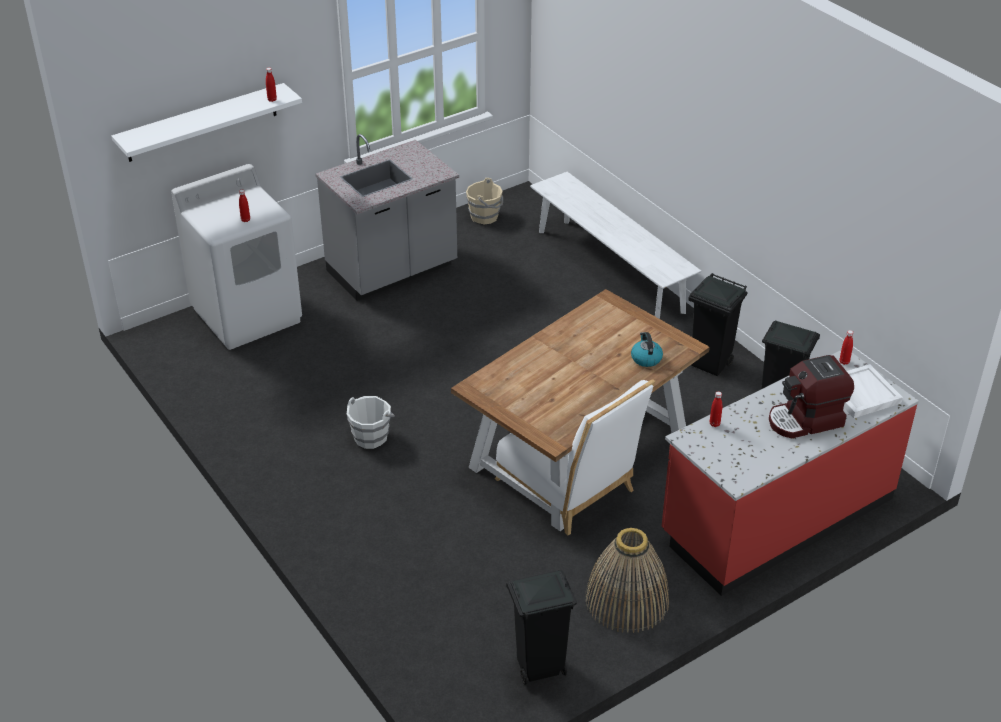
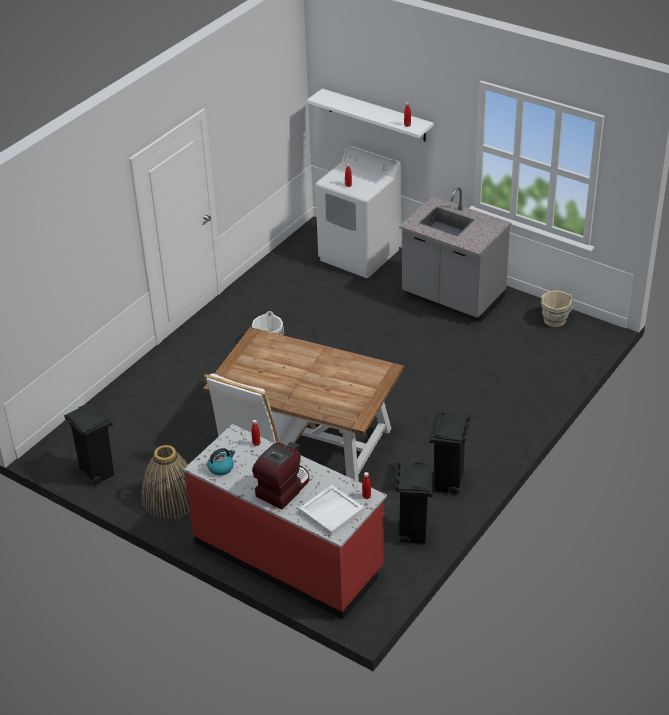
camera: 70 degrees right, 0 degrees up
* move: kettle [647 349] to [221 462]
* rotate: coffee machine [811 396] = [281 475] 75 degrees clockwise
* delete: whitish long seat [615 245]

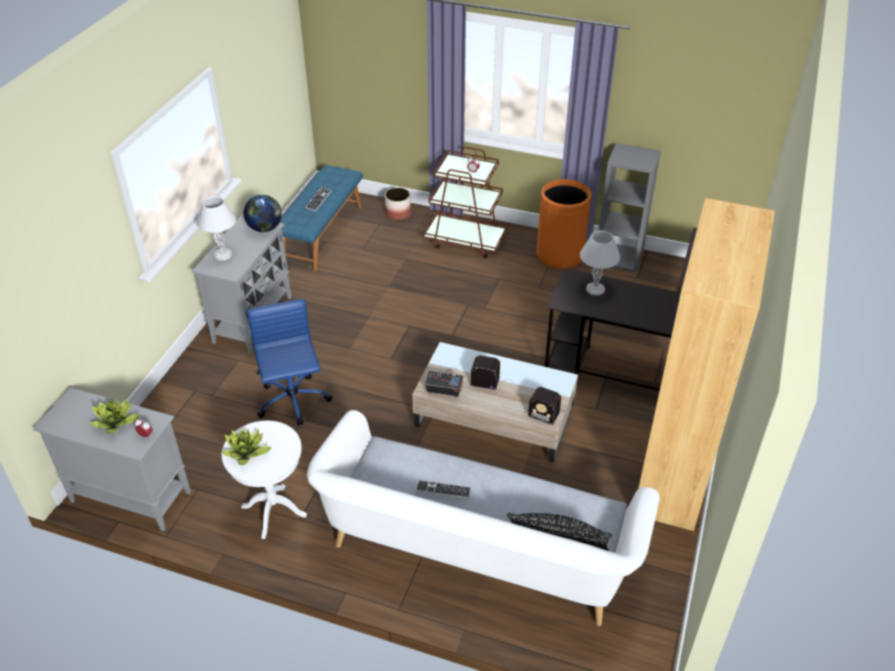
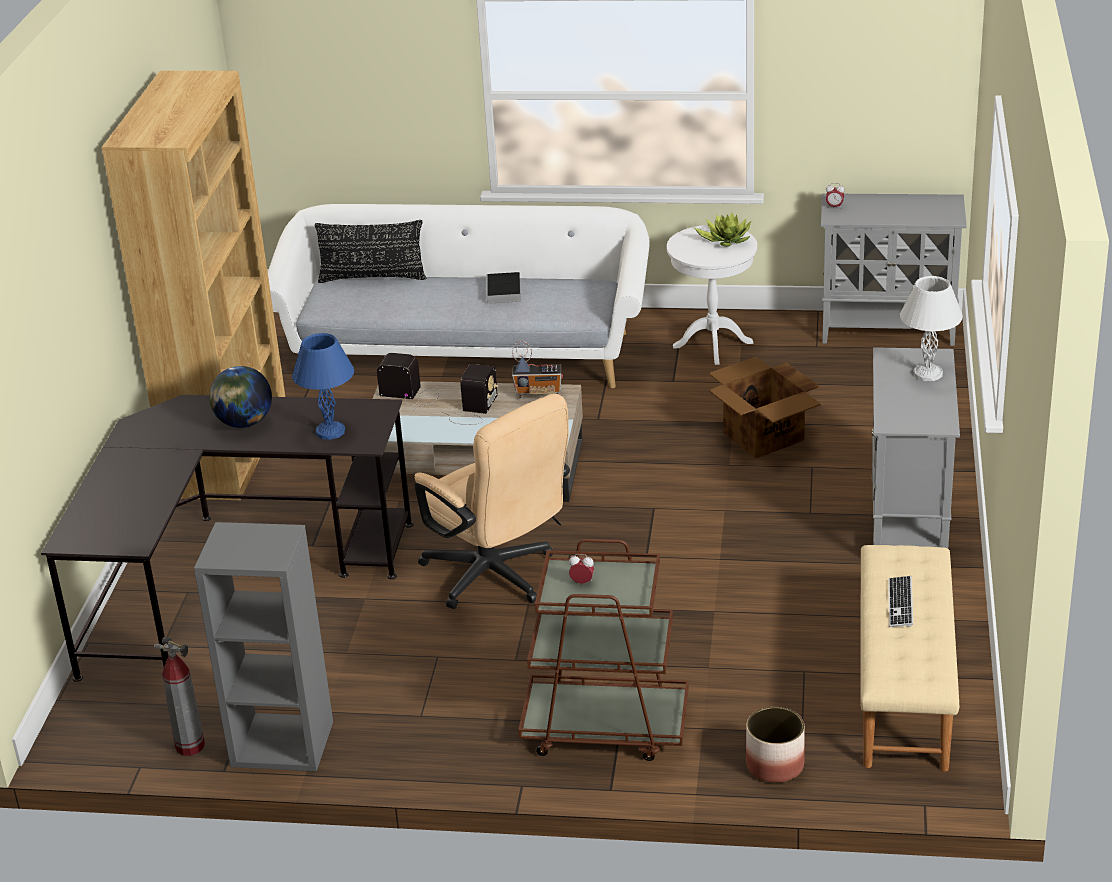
camera: 170 degrees right, 10 degrees down
* insert: fire extinguisher [179 696]
* move: globe [263 213] to [240 397]
* recolor: whitish tabletop lamp [600 263] to blue-coloured tabletop lamp [323 386]
* insert: beige office chair [492 501]
* rotate: radio receiver [492 377] = [470 394] 75 degrees counterclockwise
* replace: computer keyboard [443 489] to bound book [503 290]
* replace: blue-coloured office chair [289 362] to cardboard box [765 408]
* recolor: blue-coloured long seat [321 218] to beige long seat [909 658]
* delete: houseplant [114 416]
* delete: orangey waste bin [563 224]

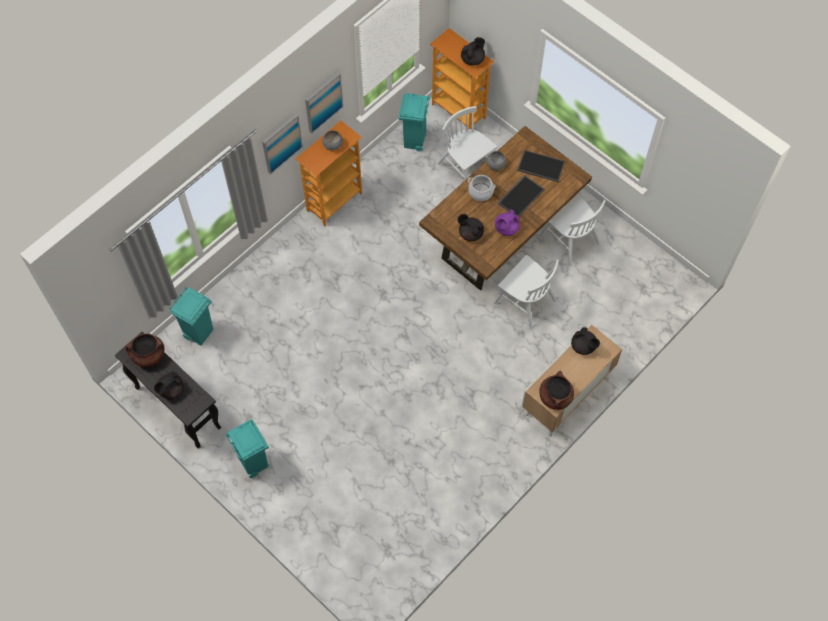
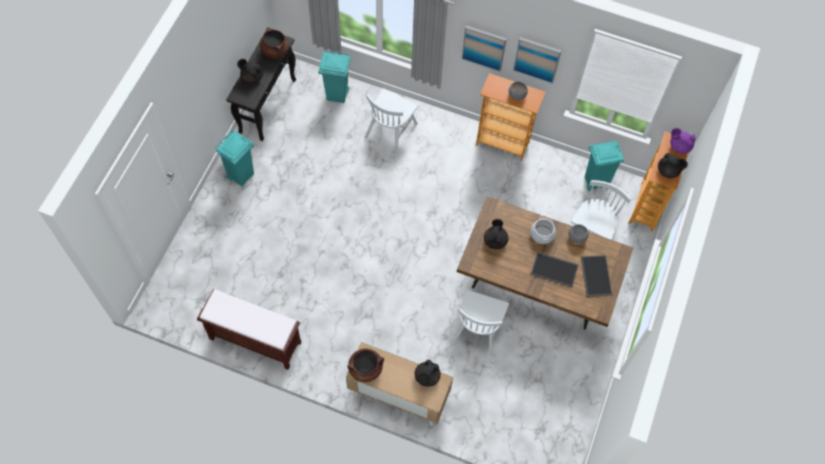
camera: 65 degrees right, 0 degrees up
* insert: brown-coloured long seat [249 329]
* move: whitish plain chair [572 230] to [391 121]
* move: purple-coloured pot for tea [507 223] to [683 141]

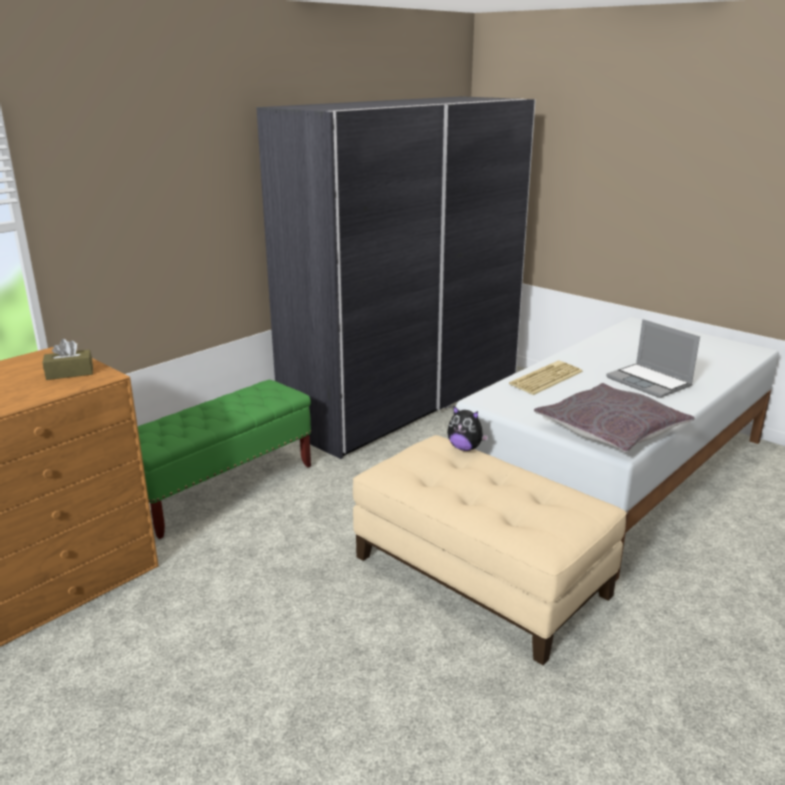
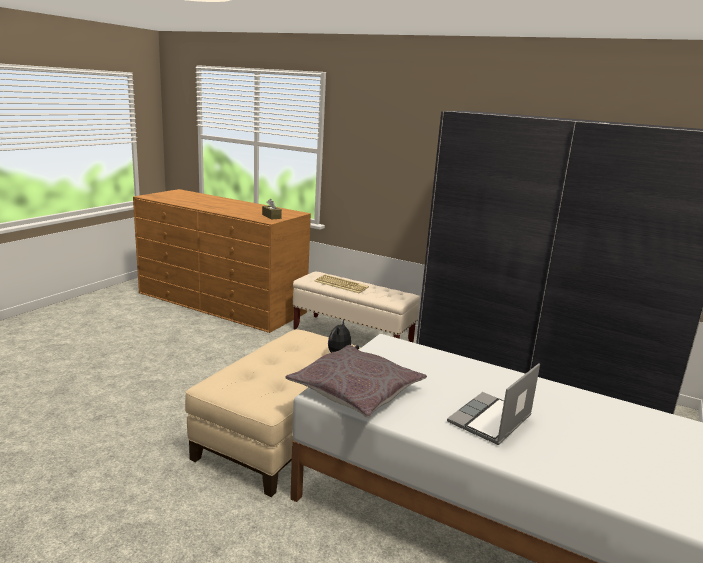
camera: 75 degrees right, 5 degrees down
* recolor: green-coloured long seat [224 459] to beige long seat [356 307]
* move: computer keyboard [546 377] to [342 284]

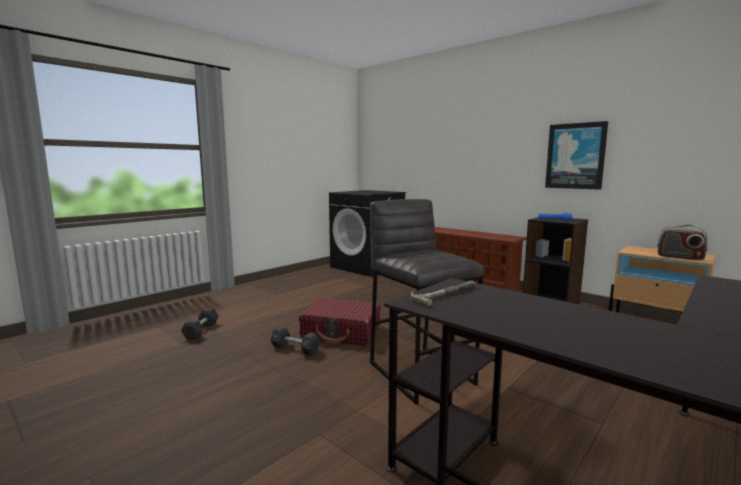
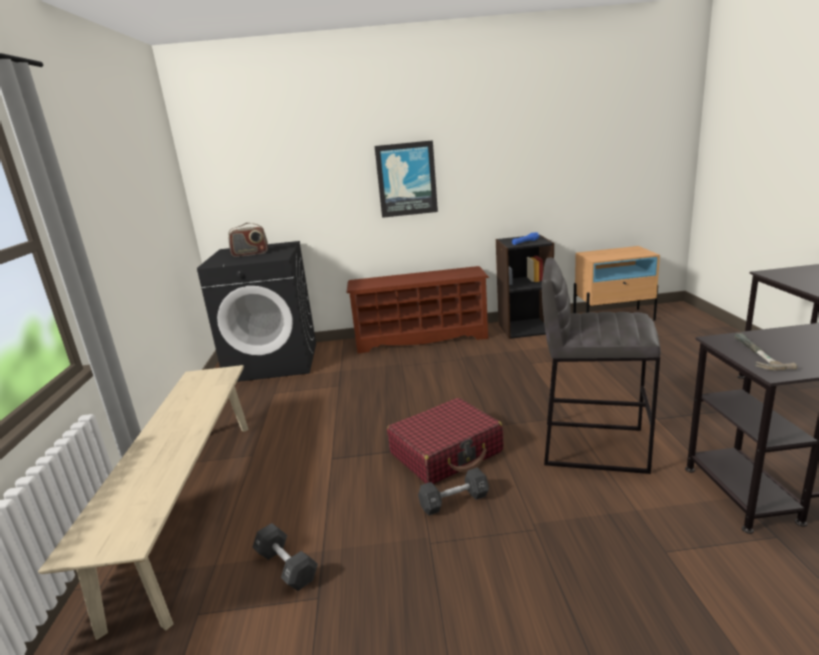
camera: 45 degrees left, 10 degrees up
* insert: beige long seat [143 502]
* move: radio receiver [682 243] to [248 240]
* move: wall art [576 155] to [406 179]

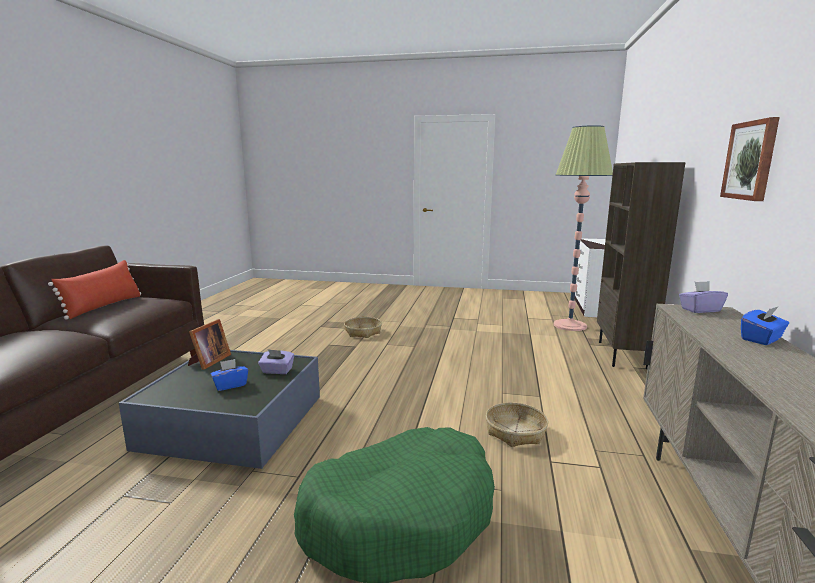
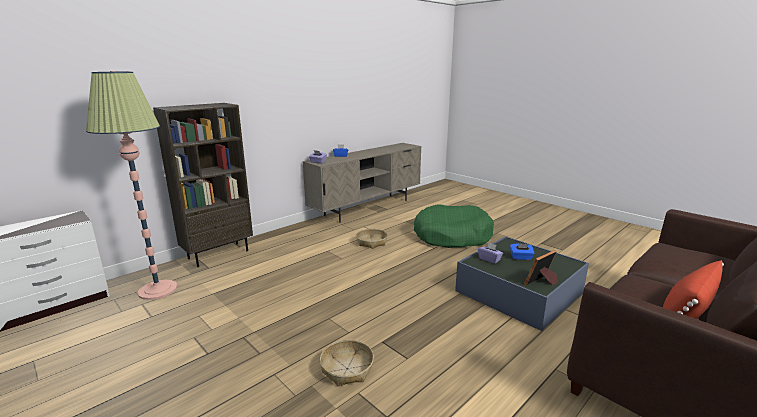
camera: 145 degrees left, 5 degrees up
* delete: wall art [750 159]

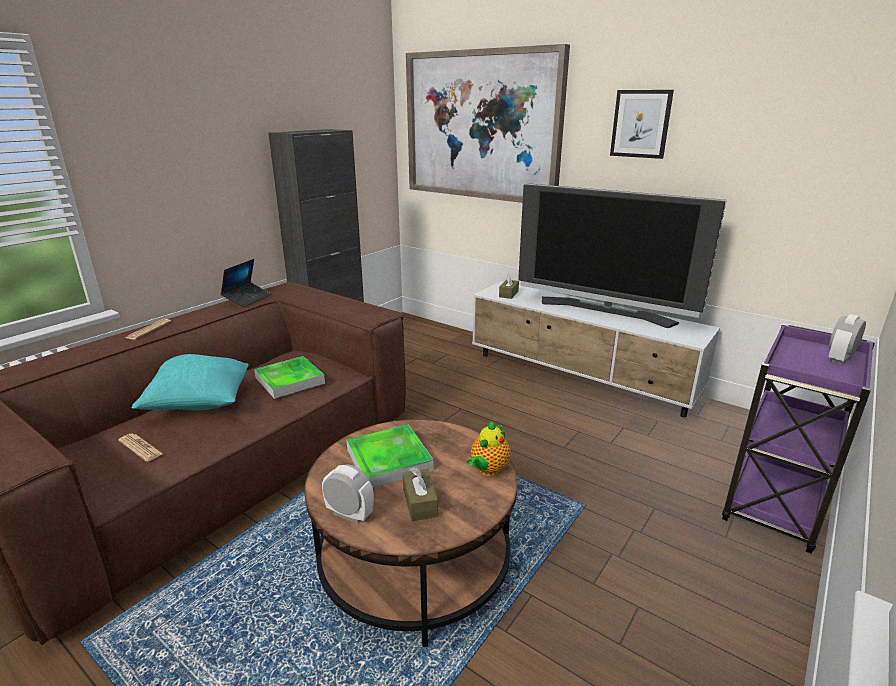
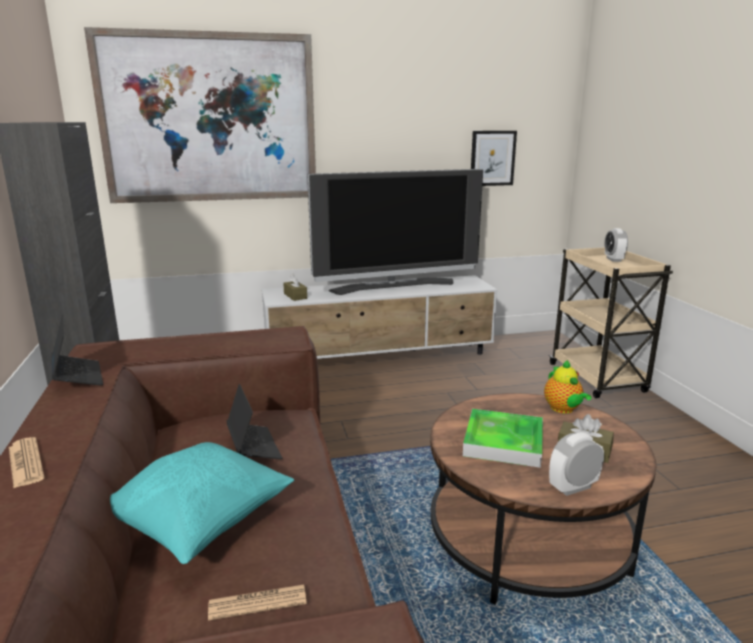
camera: 50 degrees left, 5 degrees down
* replace: tray [289 377] to portable computer [254 421]
* move: wall art [642 124] to [494 158]
* recolor: purple-coloured wheeled cart [798 439] to beige wheeled cart [611 322]

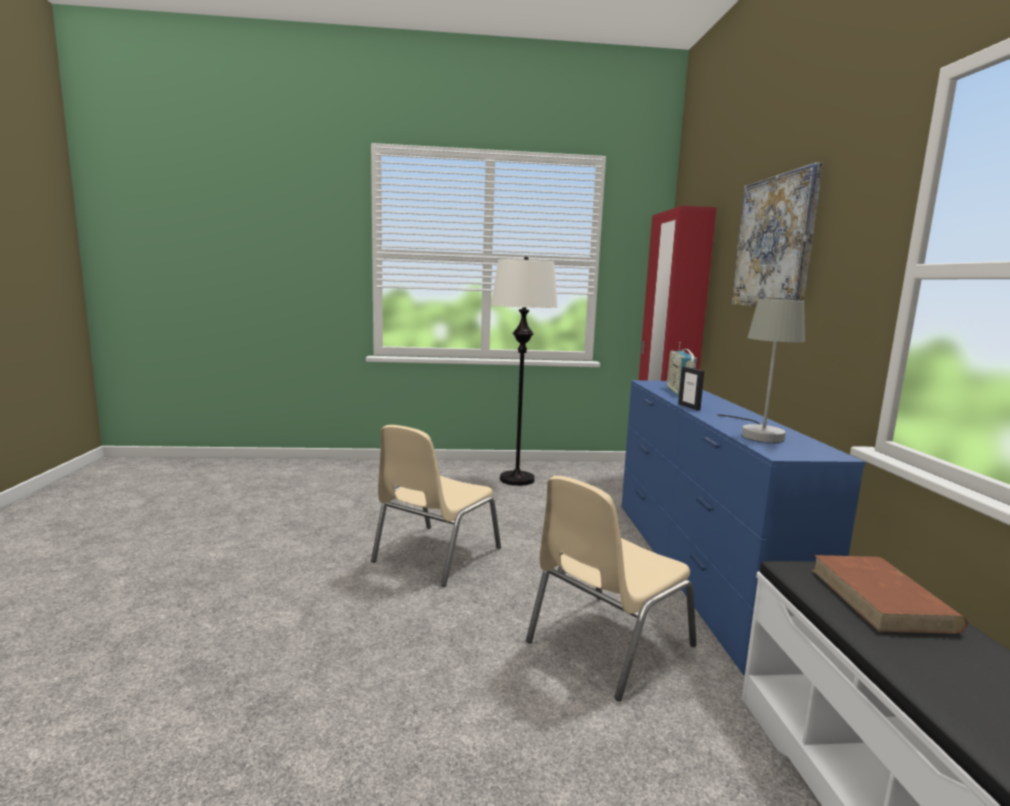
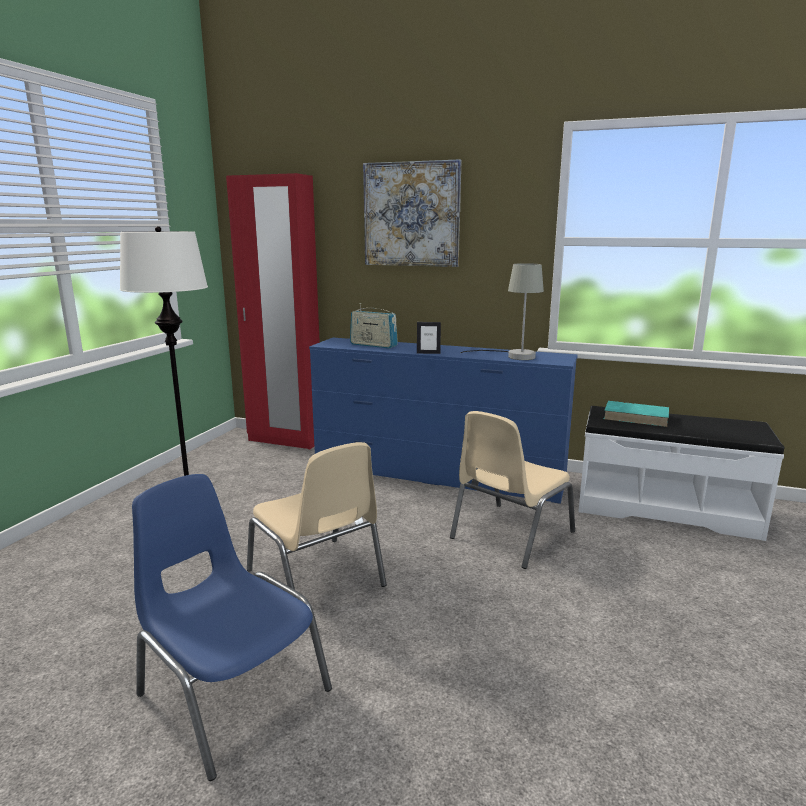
camera: 65 degrees left, 5 degrees up
* insert: blue-coloured plain chair [232 627]
* rotate: beige plain chair [611 588] = [512 490] 60 degrees clockwise
* recolor: brown-coloured bound book [890 594] to turquoise bound book [636 414]

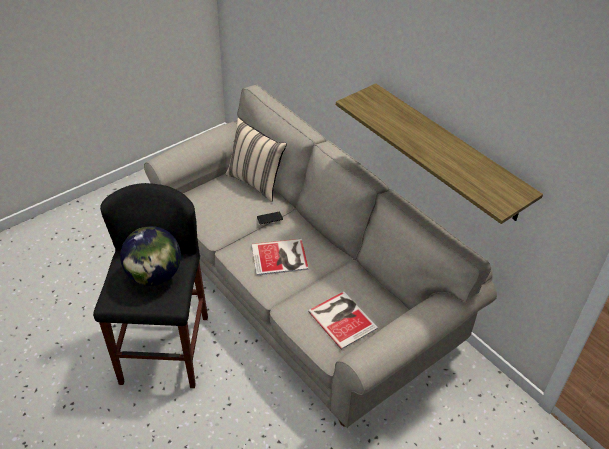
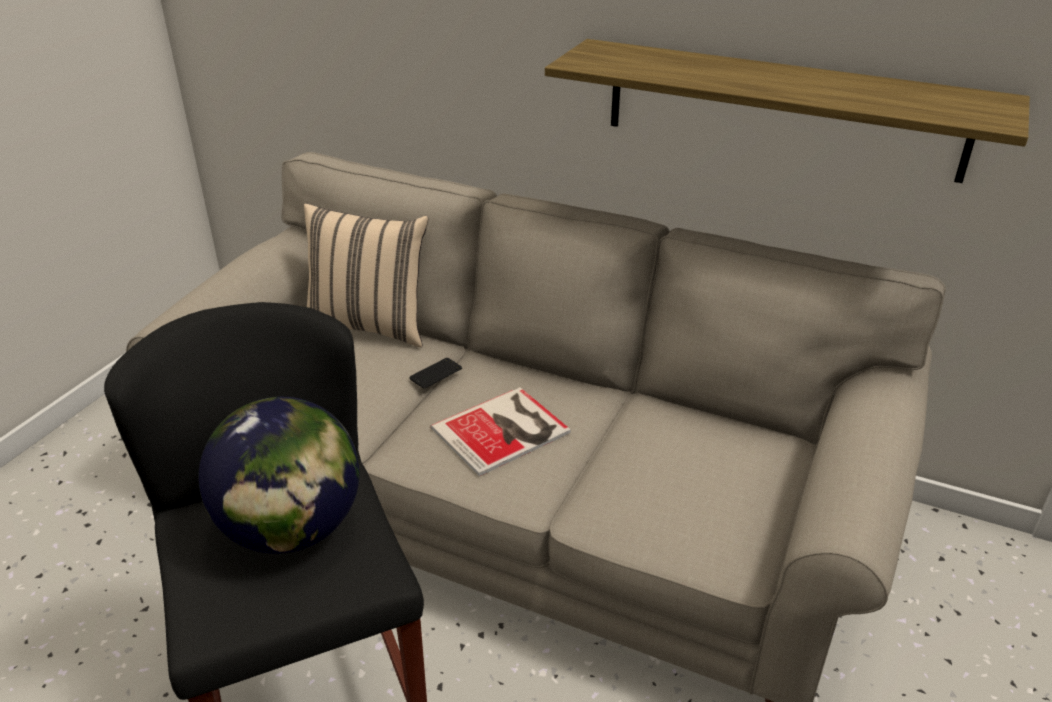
camera: 25 degrees left, 10 degrees down
* delete: bound book [343 321]

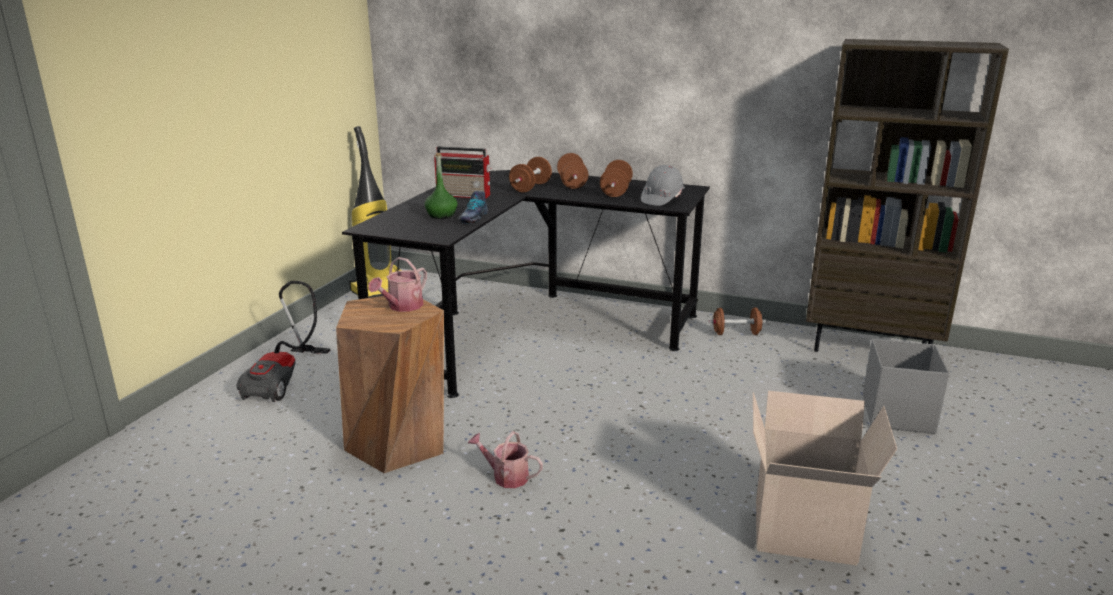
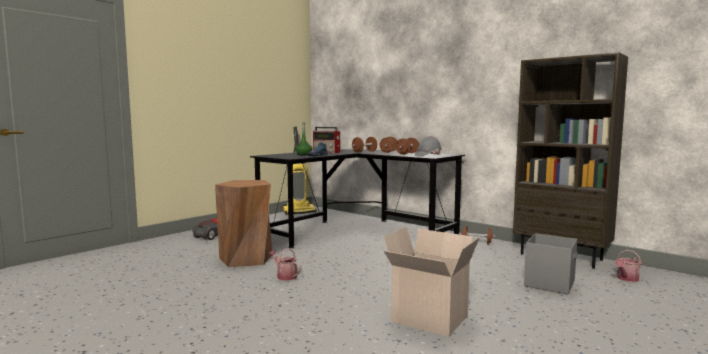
camera: 20 degrees right, 15 degrees down
* move: watering can [397 284] to [628 266]

